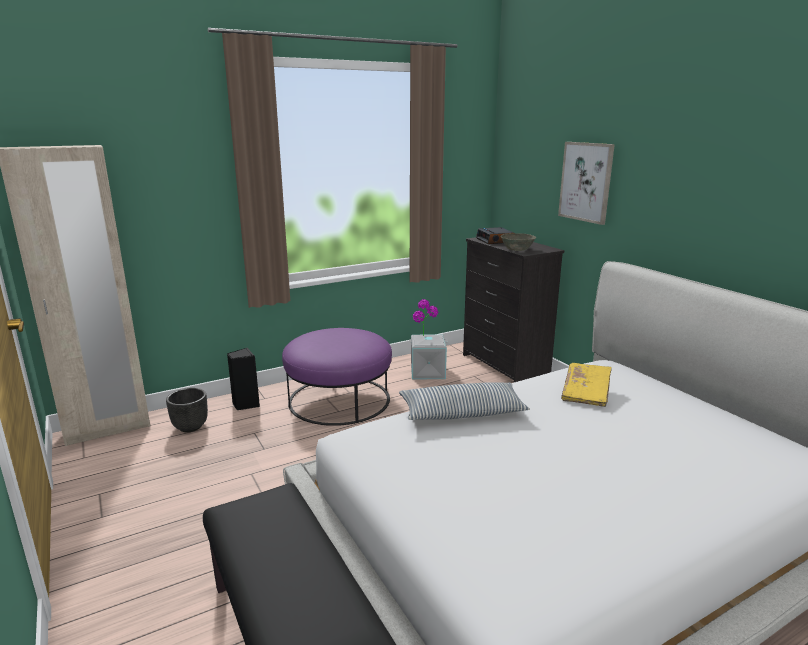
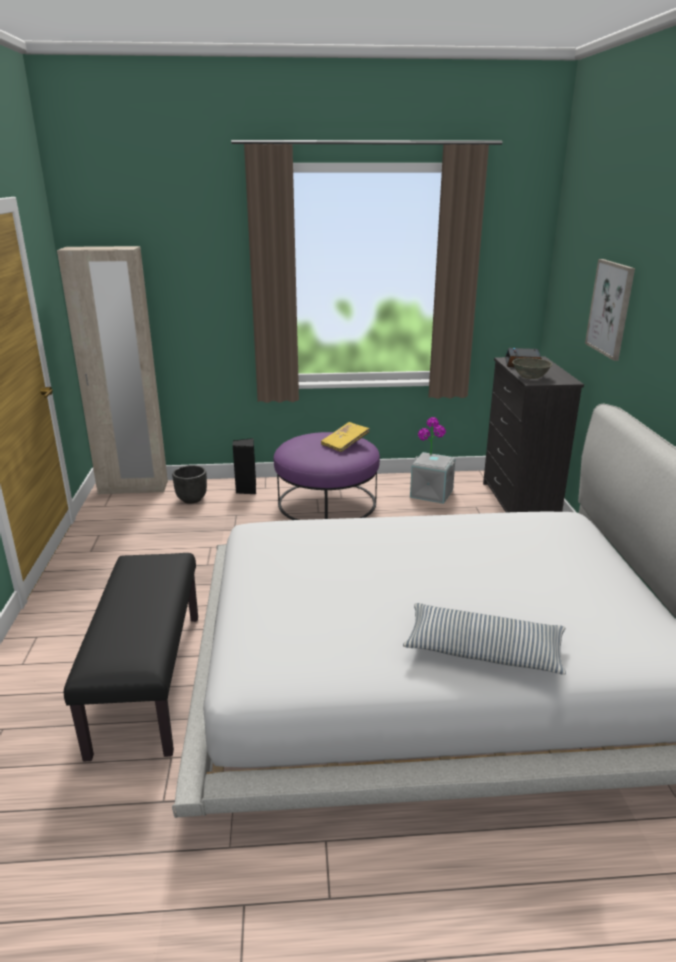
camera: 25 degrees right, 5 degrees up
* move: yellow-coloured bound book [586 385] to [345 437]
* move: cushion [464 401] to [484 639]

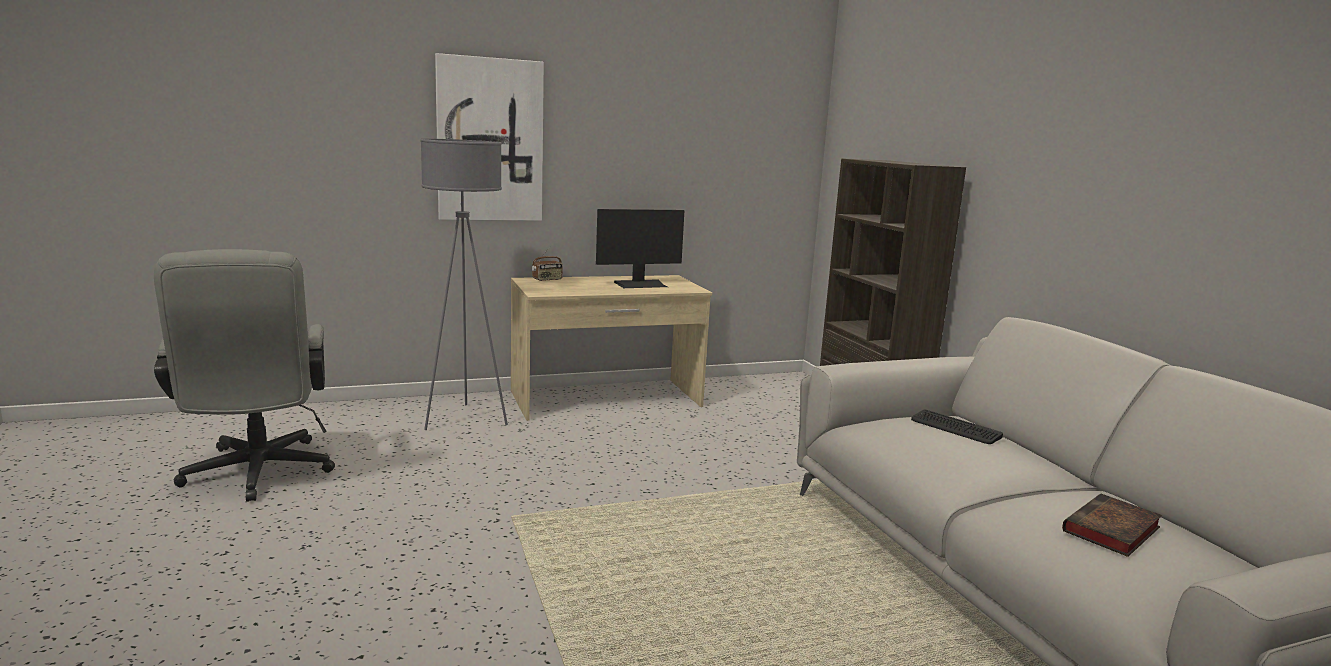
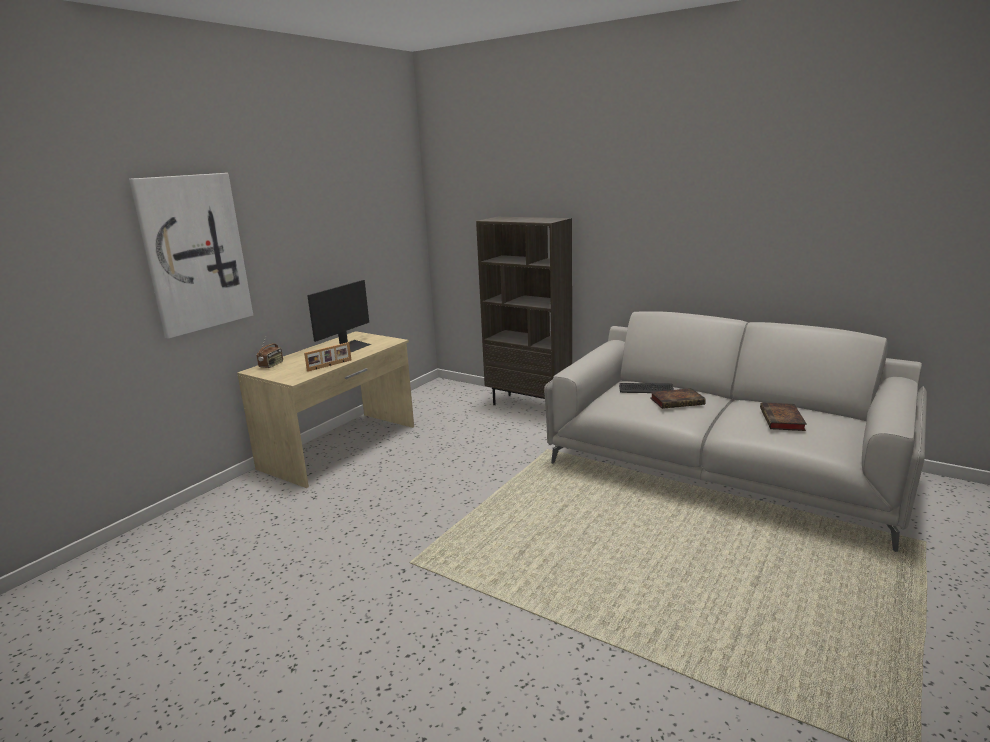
camera: 35 degrees left, 5 degrees up
* insert: picture frame [327 357]
* insert: bound book [678 398]
* delete: grey office chair [244 375]
* delete: grey floor lamp [464 284]

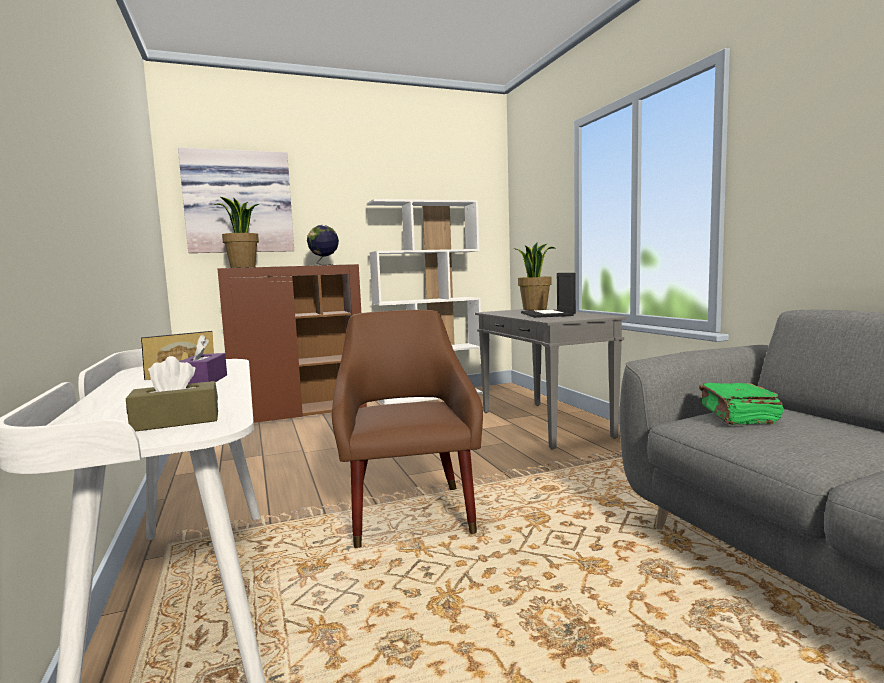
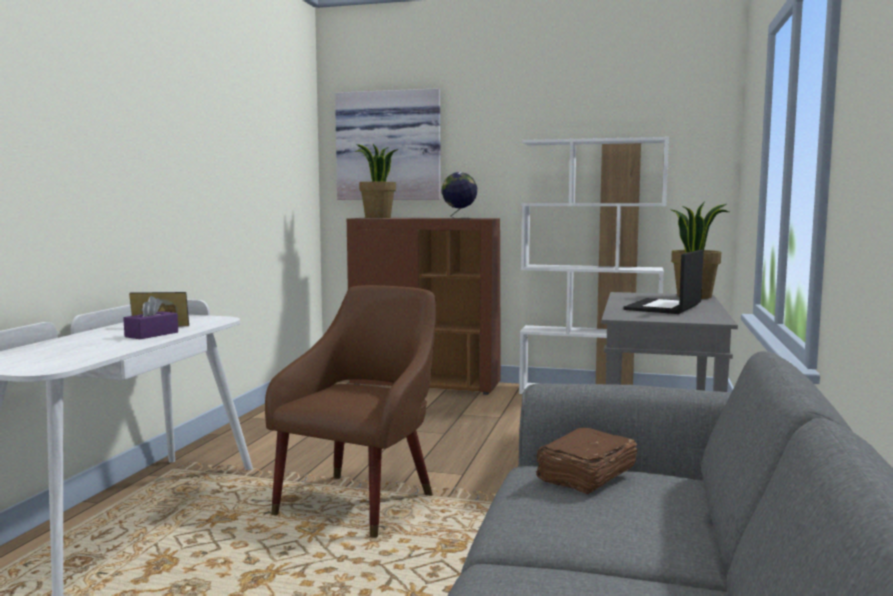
camera: 35 degrees right, 0 degrees up
* recolor: green-coloured bound book [741 404] to brown-coloured bound book [587 461]
* delete: brown-coloured box of tissues [172 394]

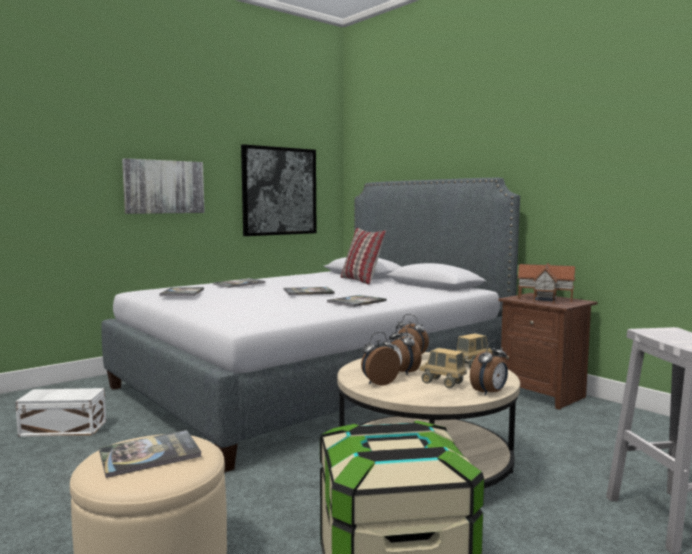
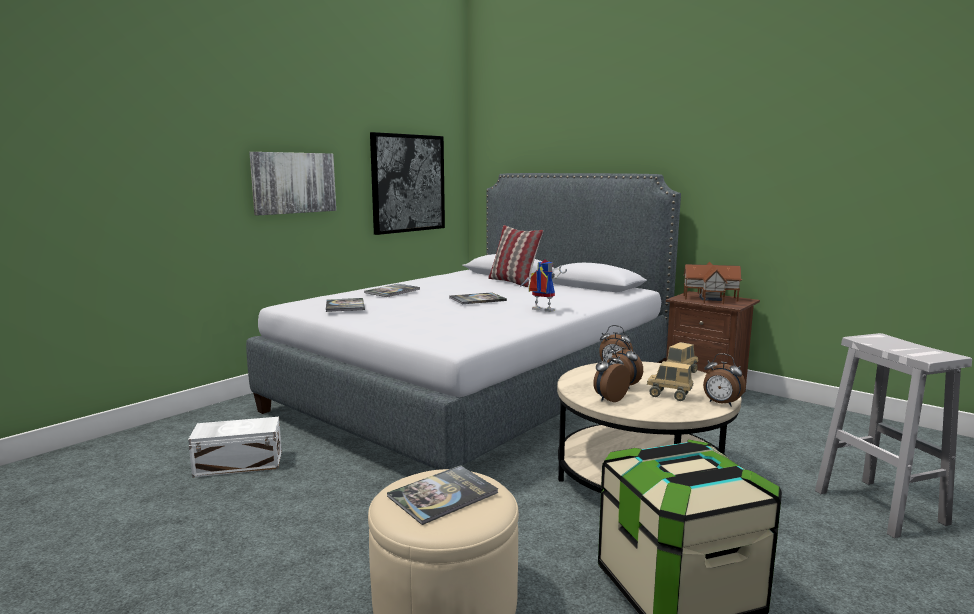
camera: 10 degrees left, 5 degrees up
* replace: bound book [356 301] to robot figure [543 285]
* rotate: alarm clock [489 368] = [724 380] 90 degrees clockwise

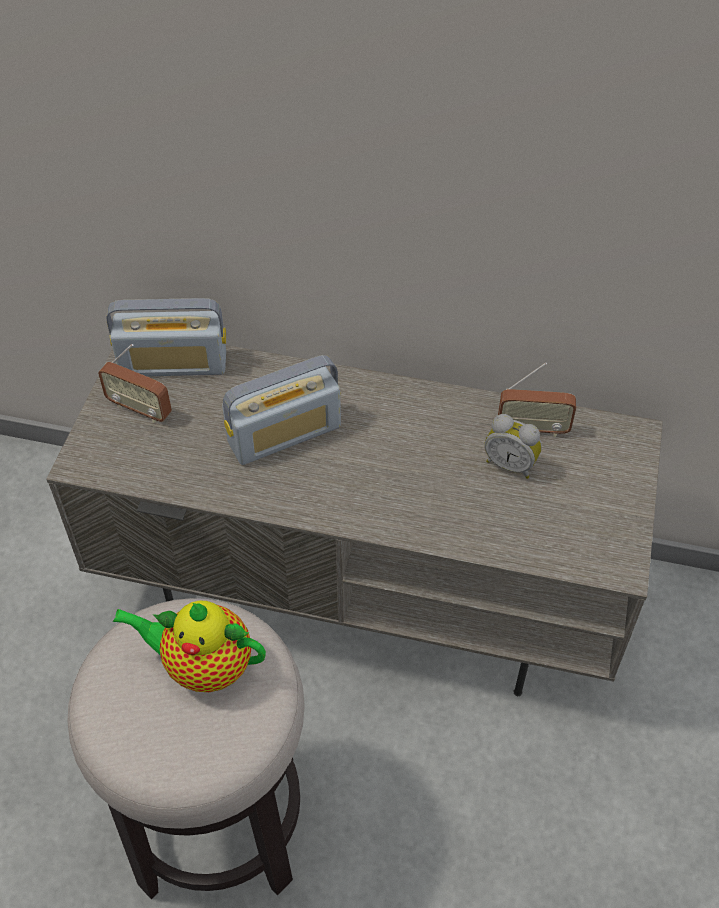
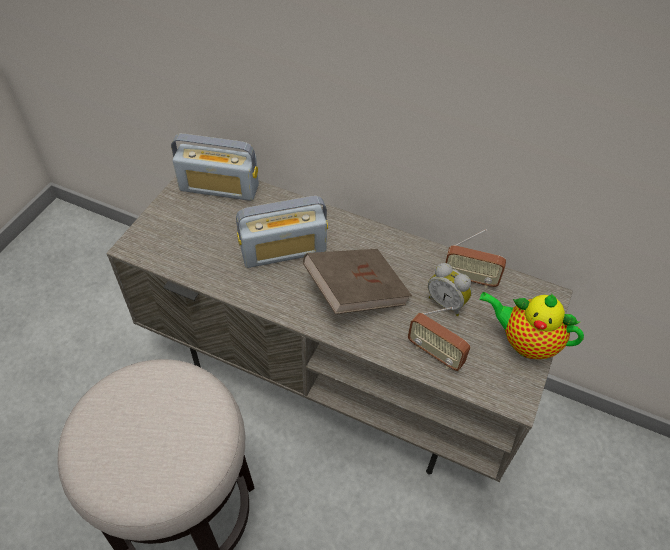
camera: 10 degrees right, 0 degrees up
* insert: brown-coloured bound book [357 281]
* move: radio receiver [135 383] to [439 339]
* move: pot for tea [189 646] to [531 325]

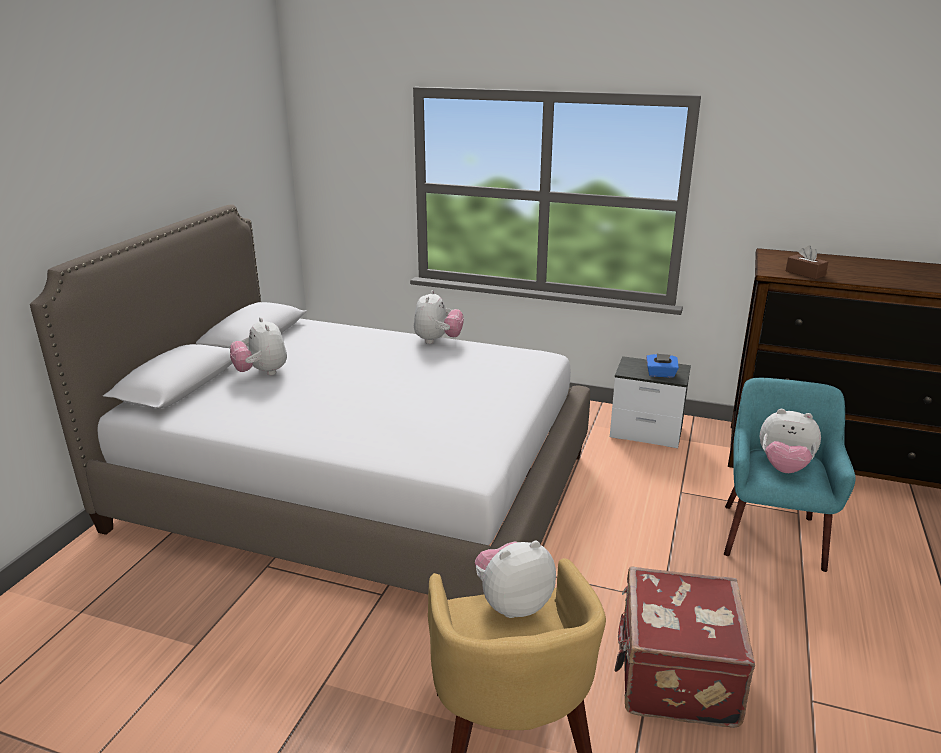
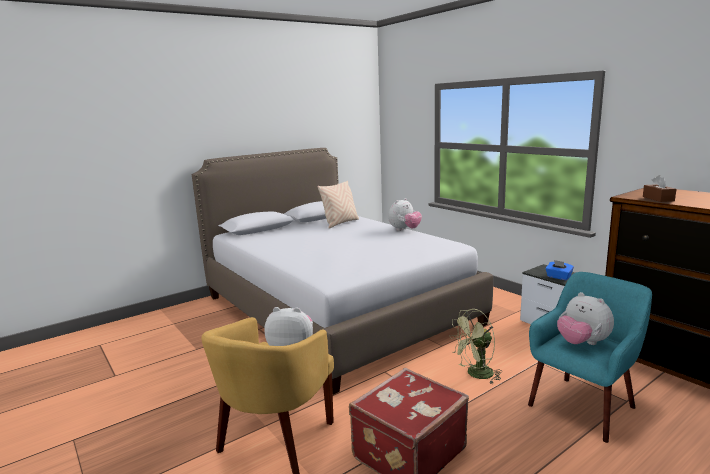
camera: 35 degrees right, 10 degrees down
* insert: beige cushion [338 205]
* insert: green-coloured cooling fan [475 346]
* delete: soft toy [258 346]

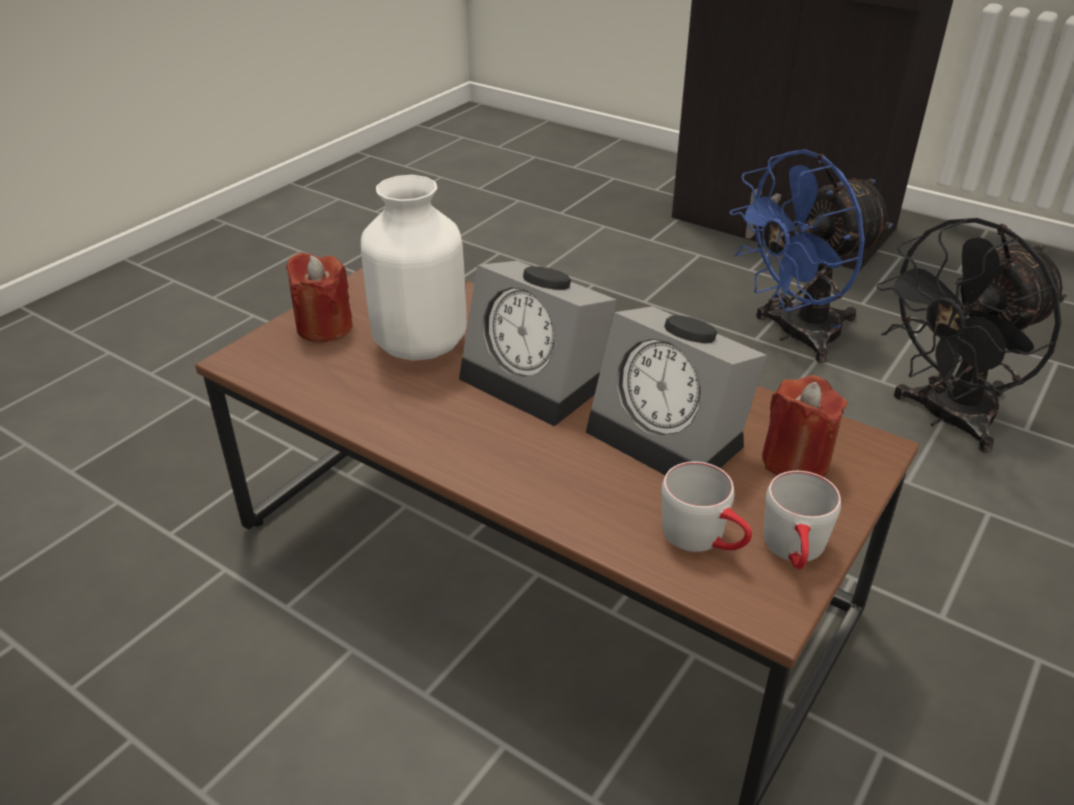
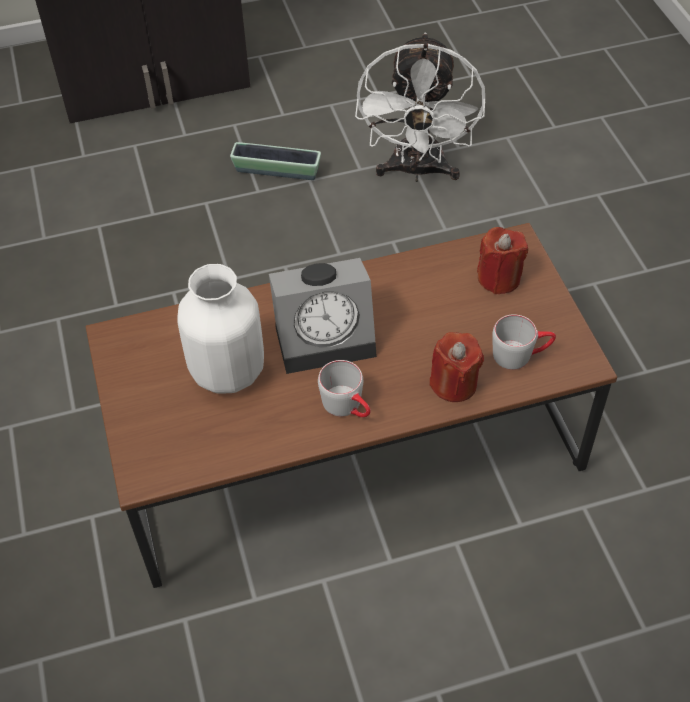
camera: 50 degrees left, 15 degrees up
* replace: blue-coloured cooling fan [811 256] to flower pot [275 161]
* move: grey mug [802 520] to [344 388]
* recolor: black cooling fan [972 335] to whitish cooling fan [420 107]
* move: red-coloured wax light [319 297] to [456 367]
* delete: alarm clock [676 390]

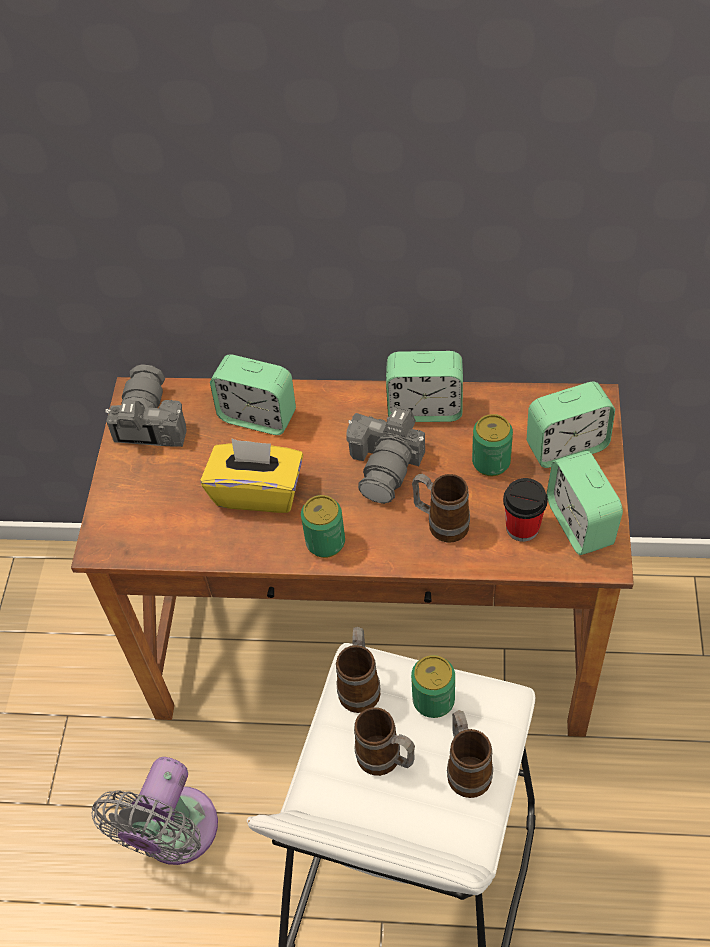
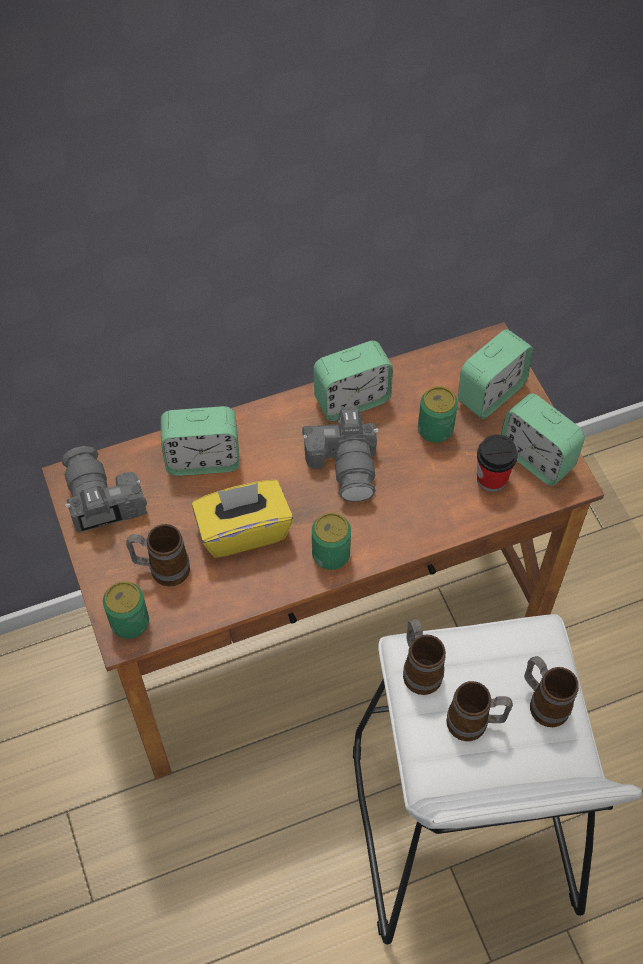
camera: 30 degrees left, 5 degrees up
* move: sealed can [433 686] to [126 610]
* move: mug [441 508] to [158 555]
* delete: grey cooling fan [154 811]

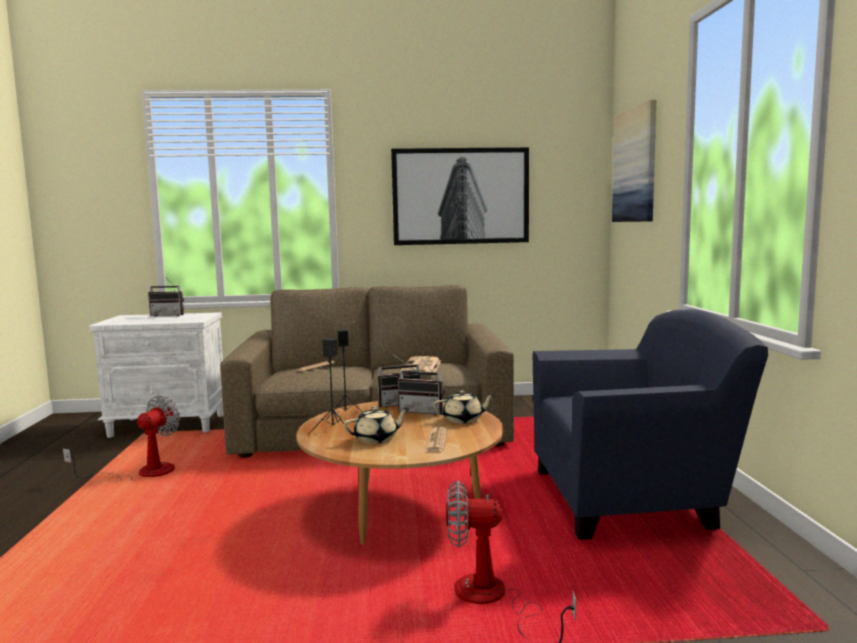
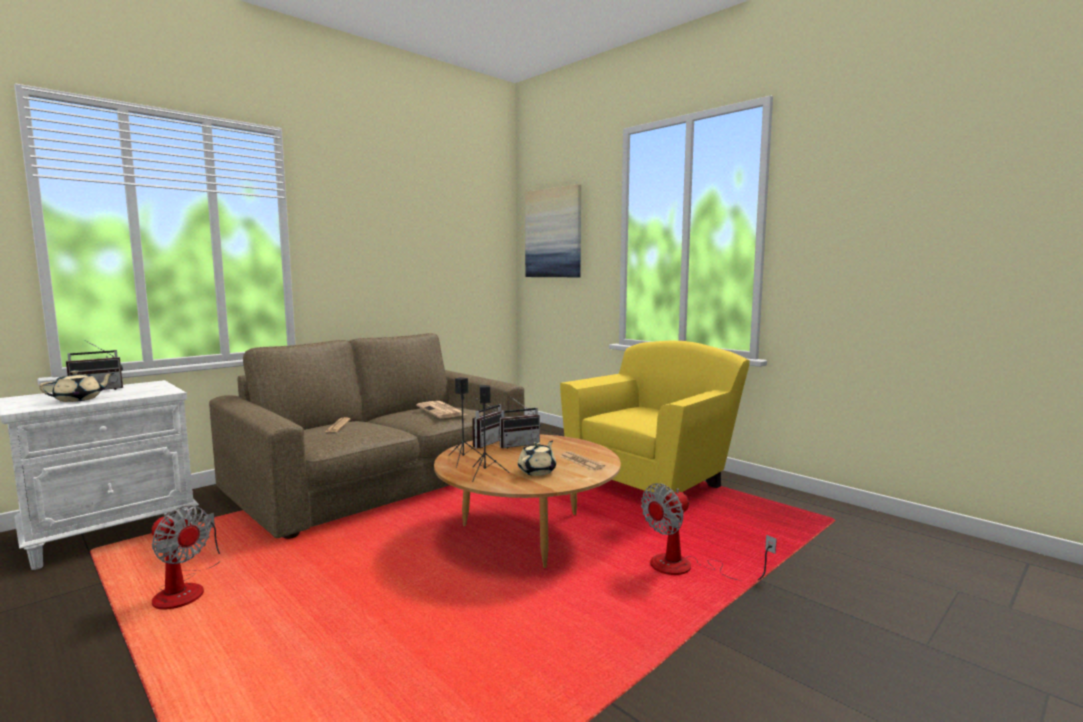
camera: 40 degrees left, 0 degrees up
* move: beige pot for tea [464 407] to [76 386]
* rotate: cooling fan [121 438] = [186 557] 135 degrees clockwise
* recolor: blue-coloured armchair [650 424] to yellow-coloured armchair [655 417]
* delete: wall art [460 196]

